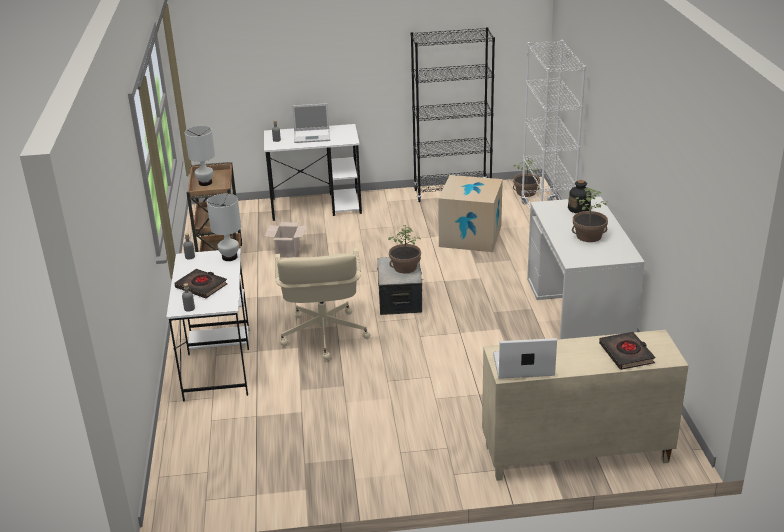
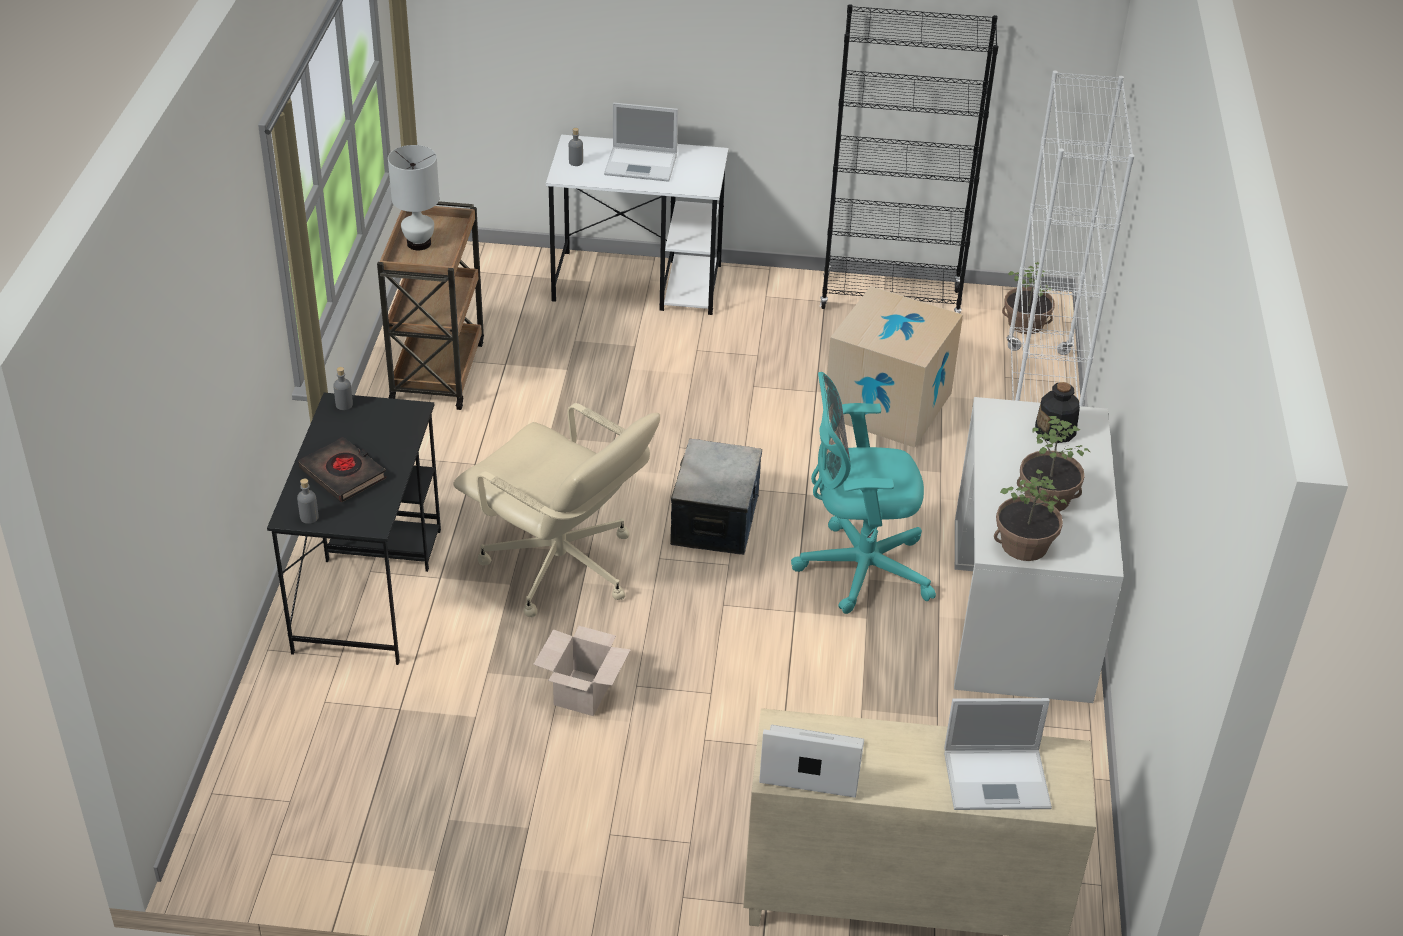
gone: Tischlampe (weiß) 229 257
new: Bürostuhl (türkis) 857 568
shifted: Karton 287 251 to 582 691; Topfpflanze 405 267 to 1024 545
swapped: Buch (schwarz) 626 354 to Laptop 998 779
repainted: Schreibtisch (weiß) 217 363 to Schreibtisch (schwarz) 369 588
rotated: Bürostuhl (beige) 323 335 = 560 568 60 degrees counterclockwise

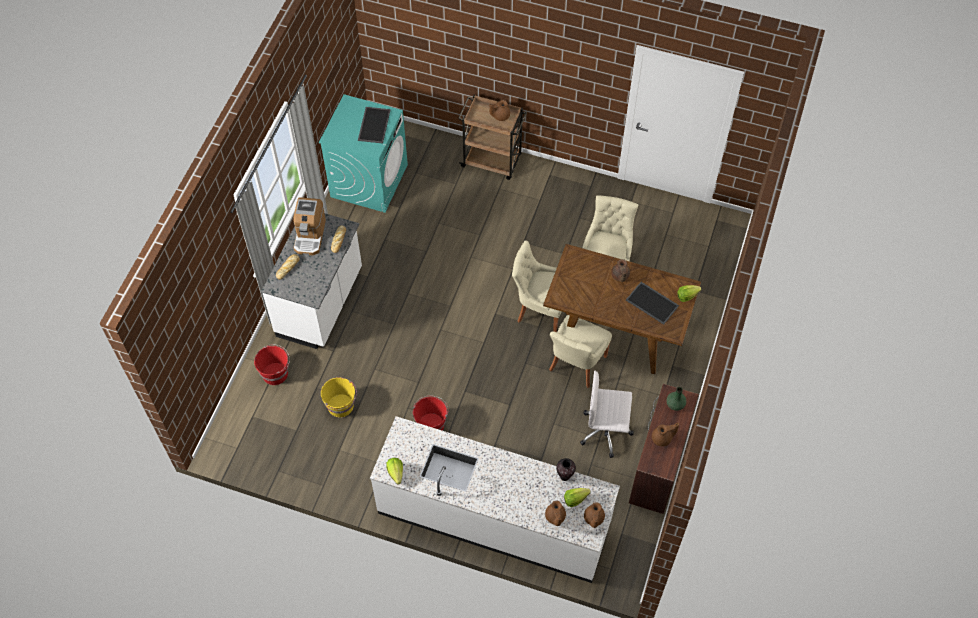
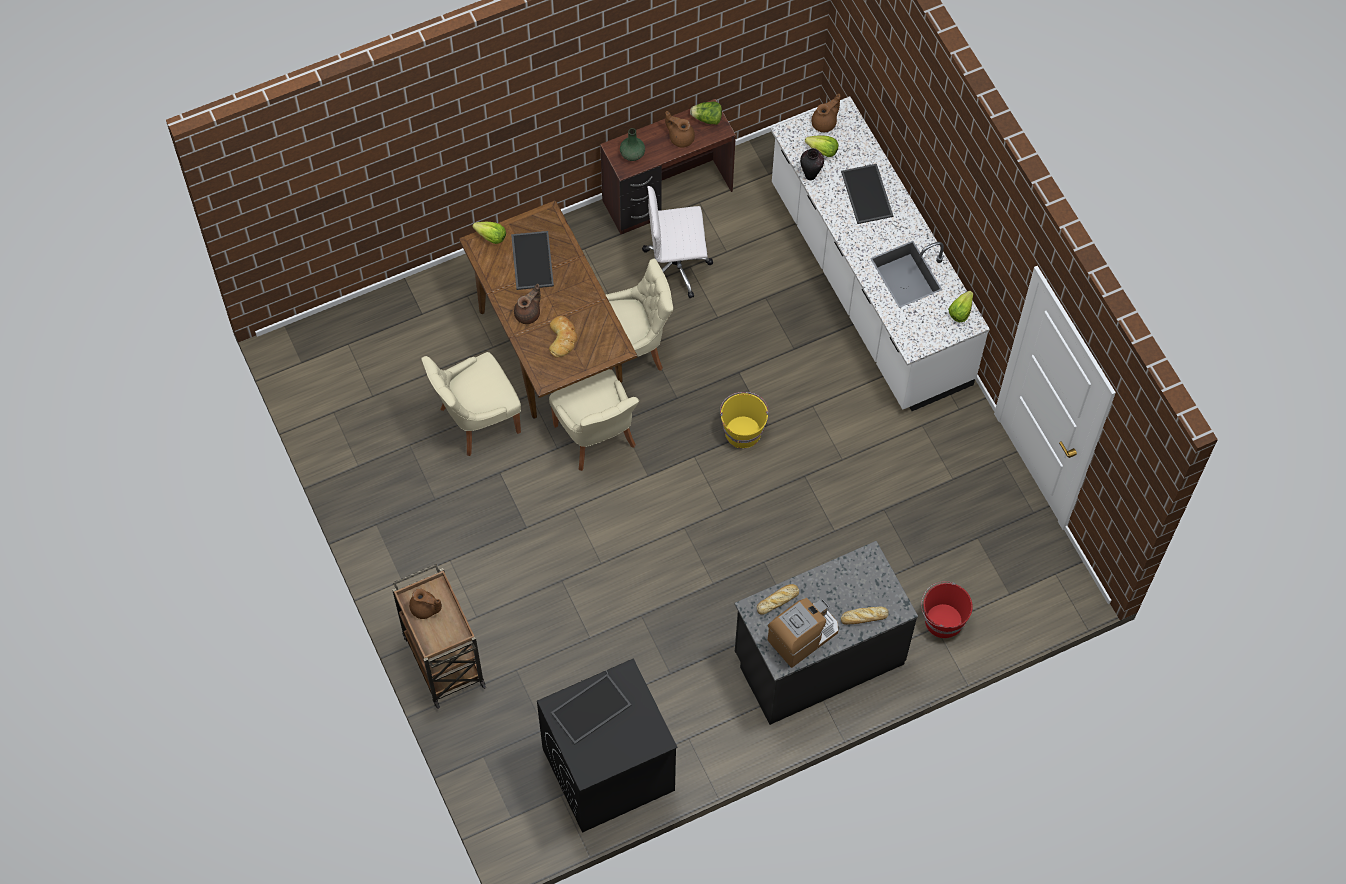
gone: Eimer (rot) 431 424; Teekanne (braun) 555 517
new: Brot 563 338; Salatkopf 707 119; Tablett 868 194
shifted: Eimer (gelb) 341 405 to 742 431
repainted: Küchenzeile (weiß) 321 303 to Küchenzeile (schwarz) 818 658; Waschmaschine (türkis) 369 180 to Waschmaschine (schwarz) 607 770
rotated: Bürostuhl (weiß) 606 431 = 677 266 120 degrees clockwise

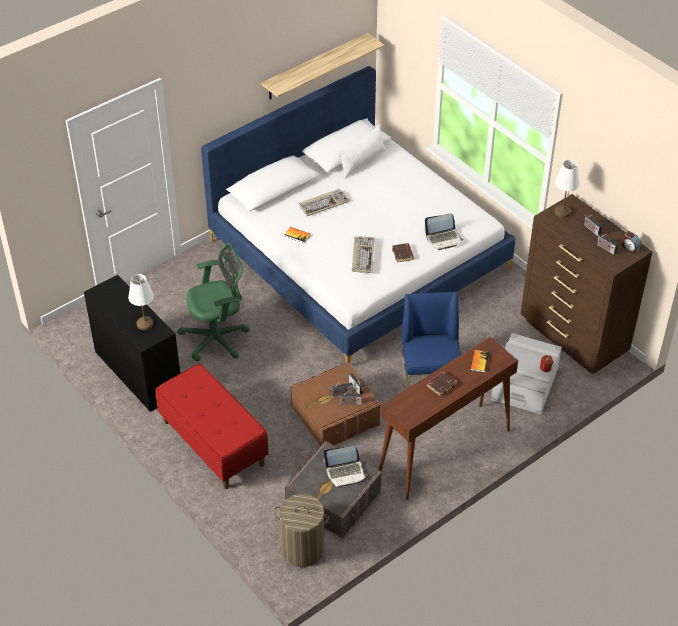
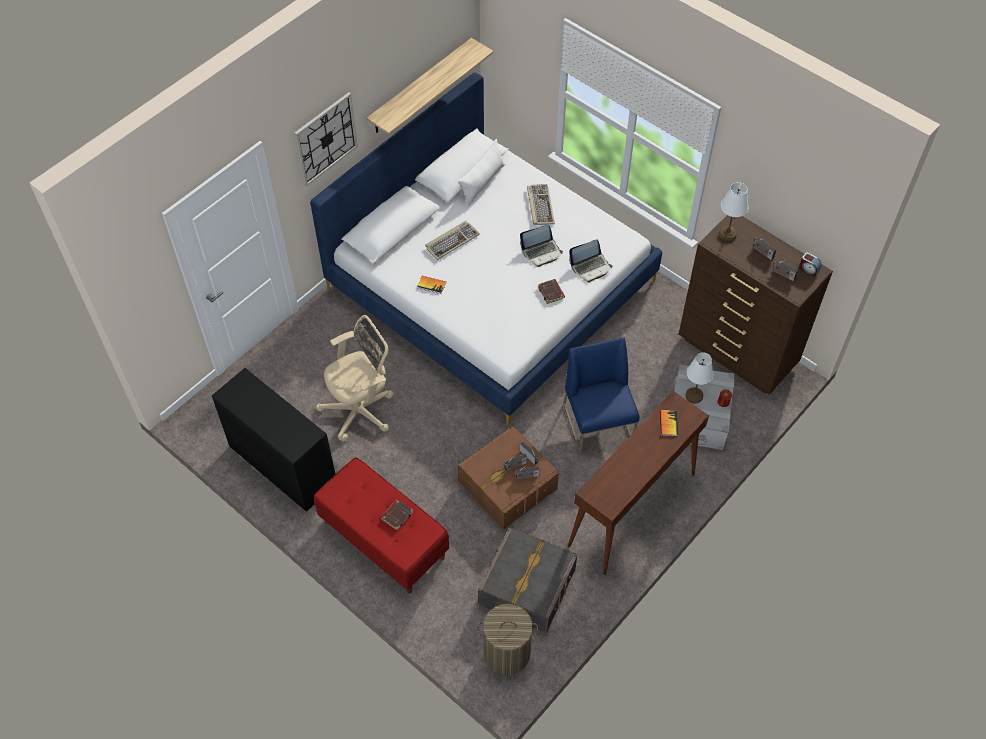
new: Wanduhr 326 139
shifted: Tischlampe (weiß) 145 324 to 694 396; Laptop 345 473 to 541 252; Tastatur 362 256 to 540 206; Buch (braun) 441 384 to 397 515
repainted: Bürostuhl (grün) 218 339 to Bürostuhl (beige) 361 410

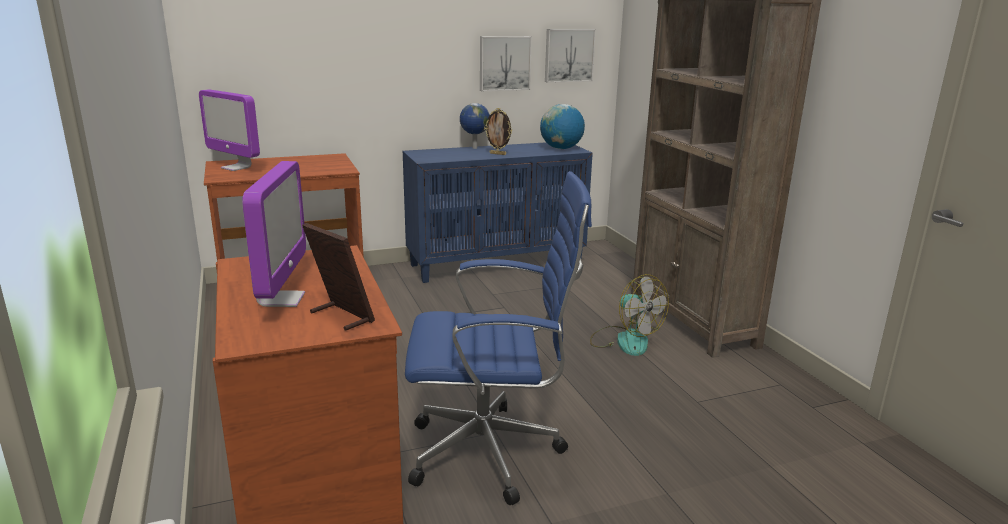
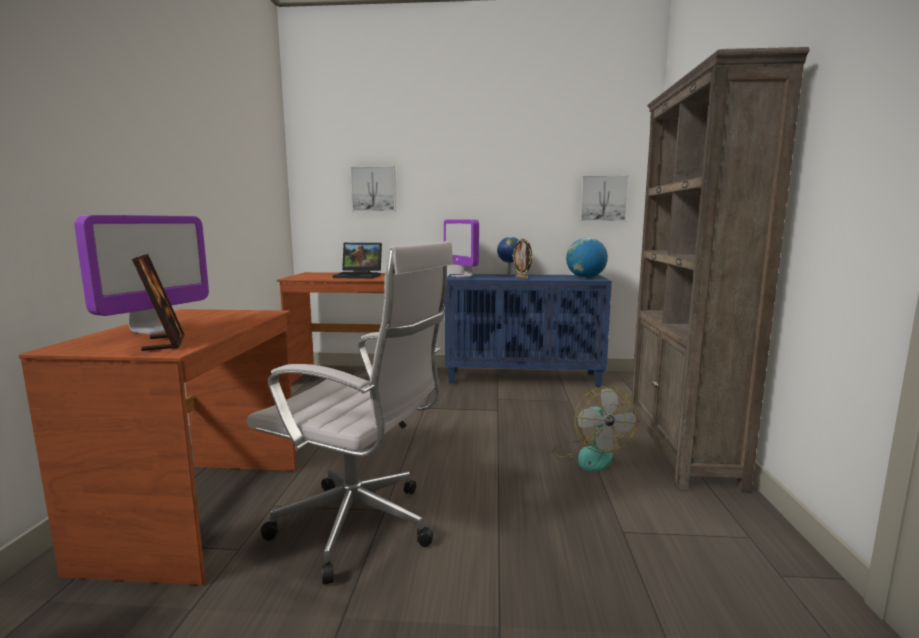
new: Laptop 360 276
shifted: Monitor 236 167 to 461 276; Bild 504 63 to 374 189
repainted: Bürostuhl (blau) 492 452 to Bürostuhl (weiß) 361 528

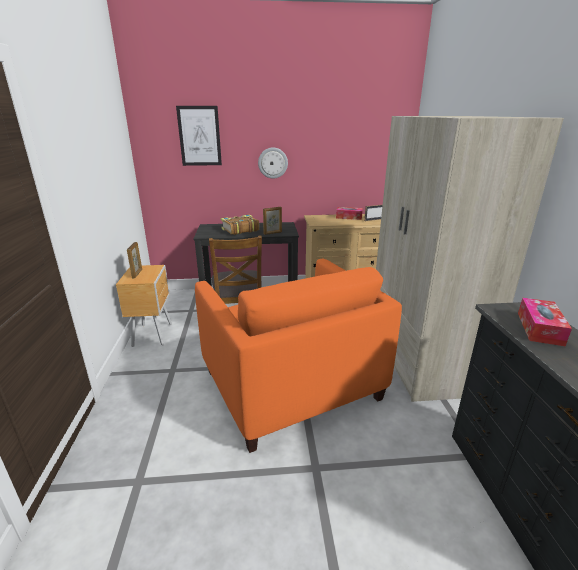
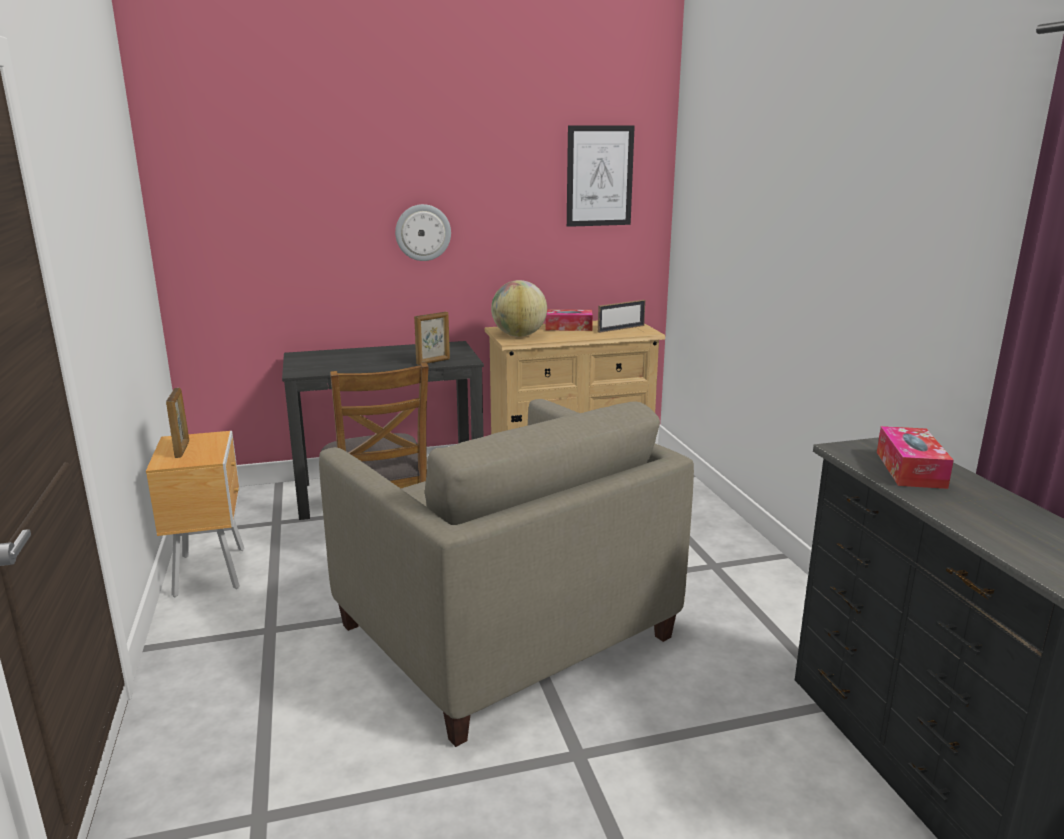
gone: Buch 240 230; Kleiderschrank (beige) 419 358
new: Globus 519 335
shifted: Bild 199 136 to 599 176
repainted: Sessel (orange) 290 384 to Sessel (beige) 504 631

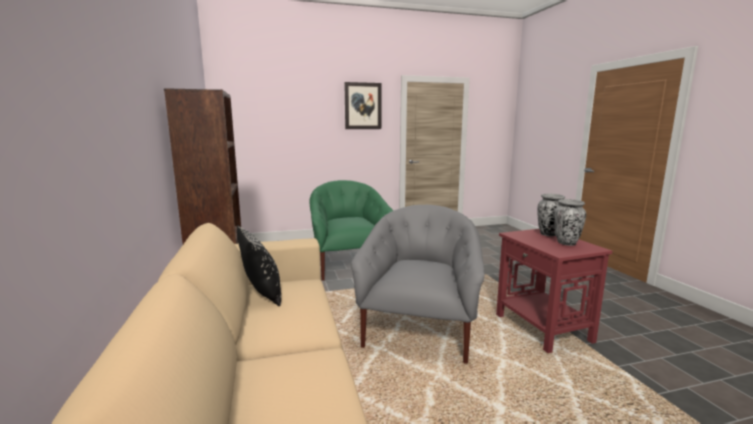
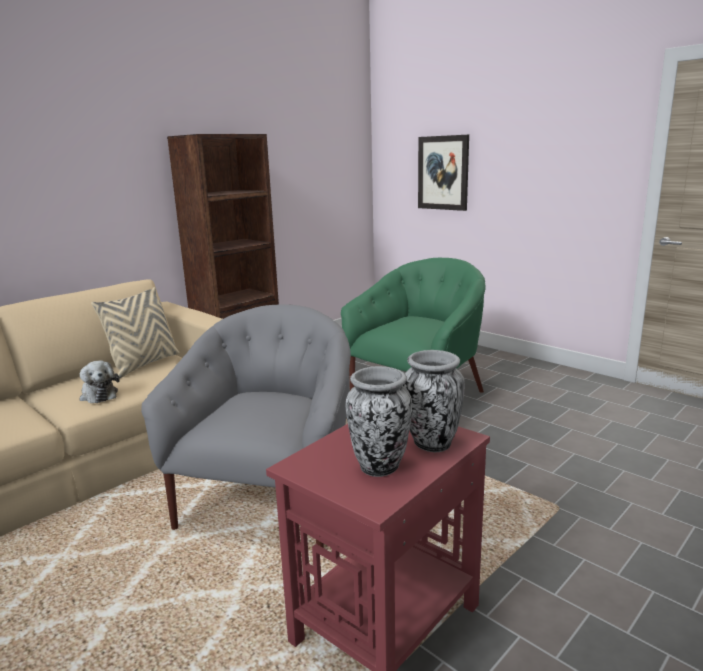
new: Plüschtier 98 395
shifted: Bild 363 106 to 443 173
repainted: Kissen (schwarz) 262 294 to Kissen (beige) 144 364
rotated: Sessel (grau) 419 331 = 271 499 60 degrees counterclockwise

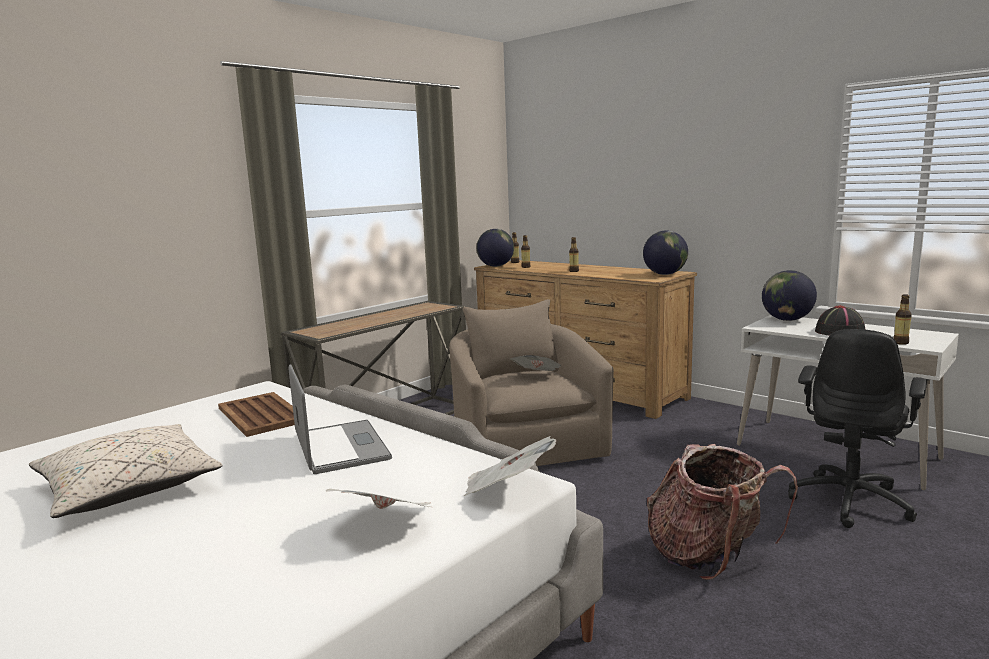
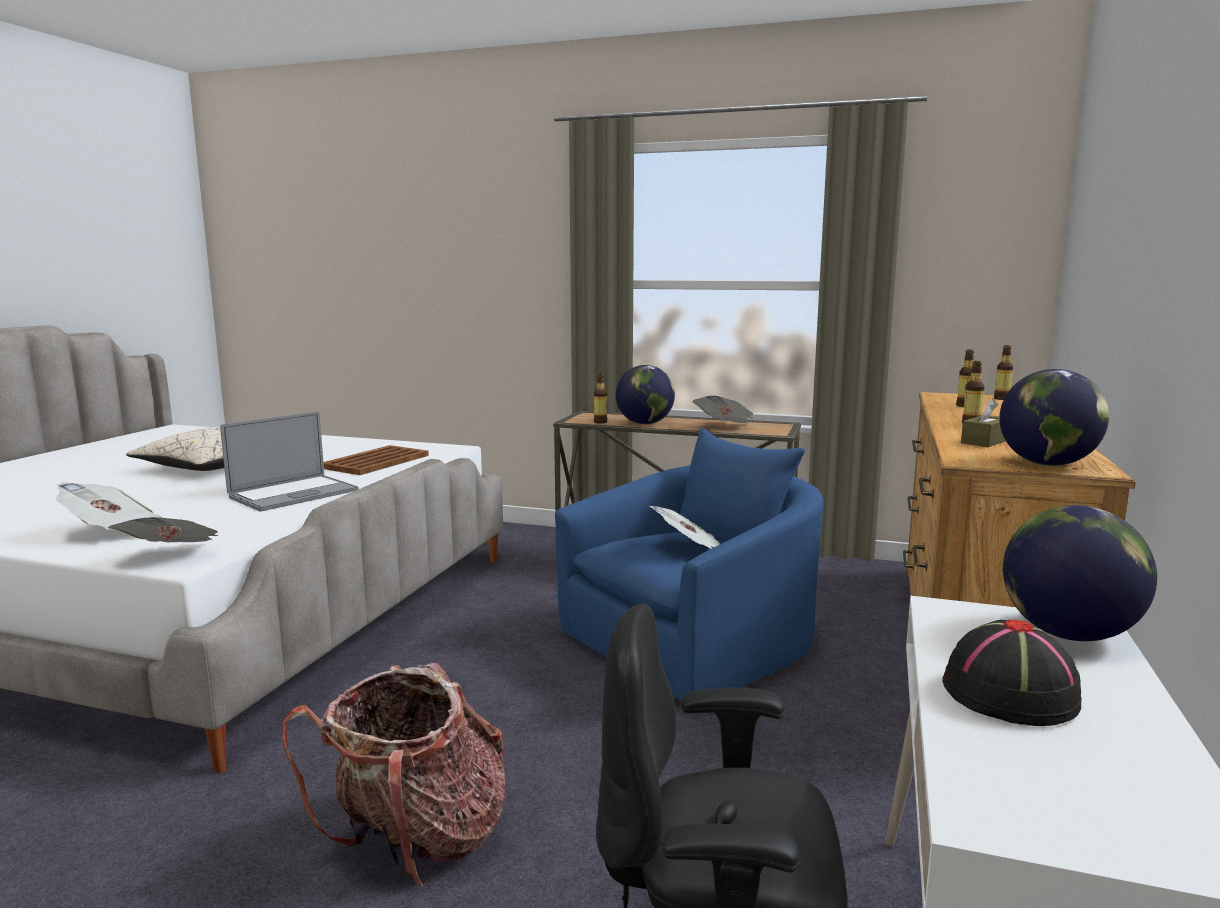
new: Zeitung 725 427; Taschentuchbox (braun) 985 441
shifted: Globus 496 266 to 645 423; Flasche 900 343 to 600 422
repainted: Sessel (beige) 525 443 to Sessel (blau) 696 645

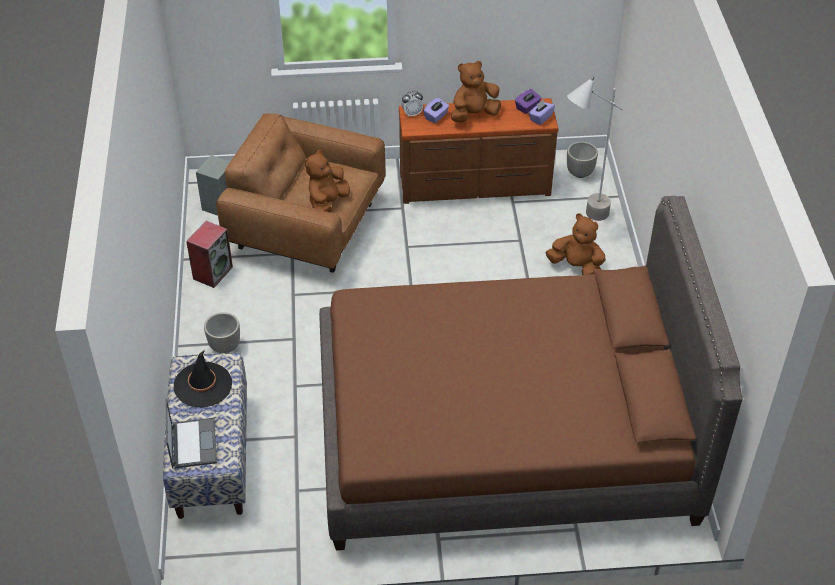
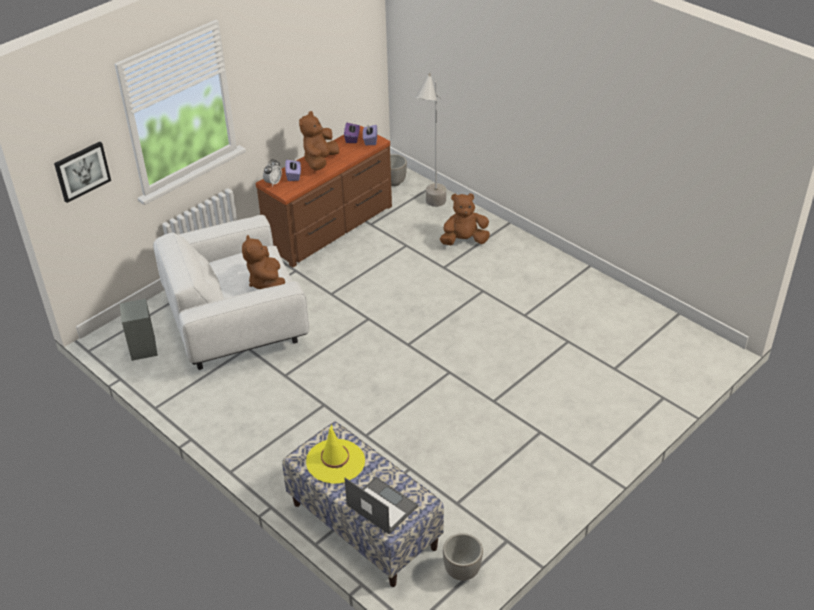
gone: Lautsprecher 212 272; Bett (braun) 503 434
new: Bild 82 171
shifted: Pflanzkübel 224 346 to 461 571
repainted: Hut (schwarz) 203 385 to Hut (gelb) 335 461; Sessel (braun) 306 226 to Sessel (weiß) 236 323

